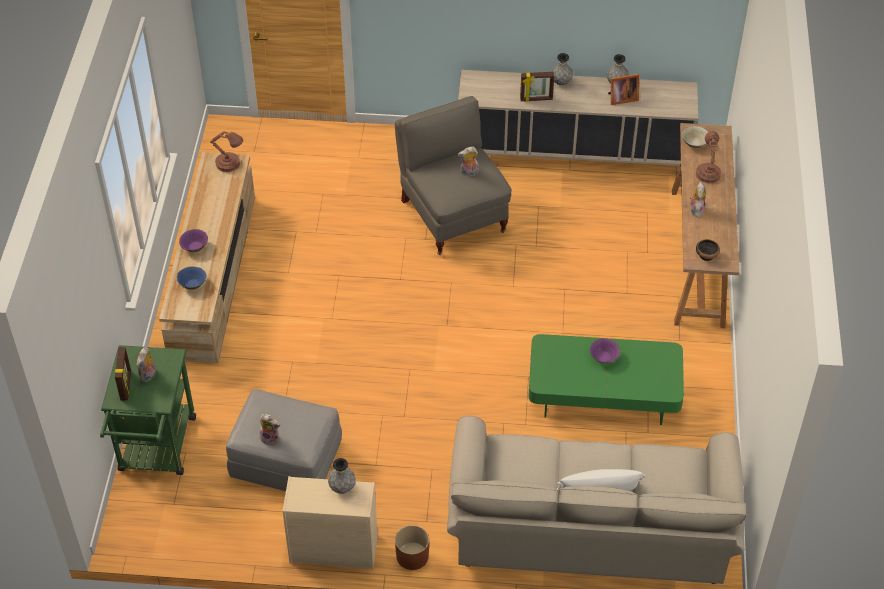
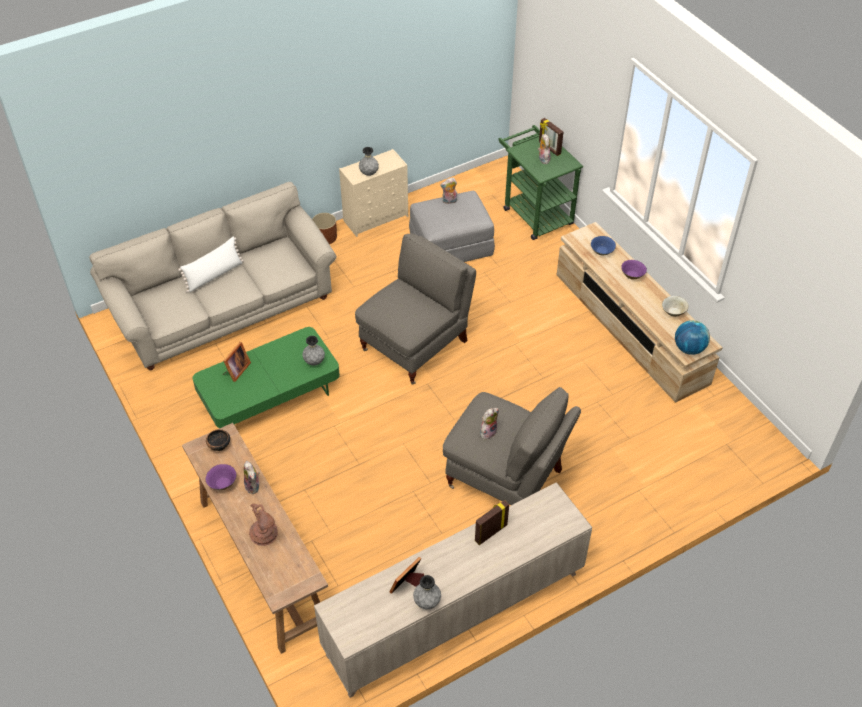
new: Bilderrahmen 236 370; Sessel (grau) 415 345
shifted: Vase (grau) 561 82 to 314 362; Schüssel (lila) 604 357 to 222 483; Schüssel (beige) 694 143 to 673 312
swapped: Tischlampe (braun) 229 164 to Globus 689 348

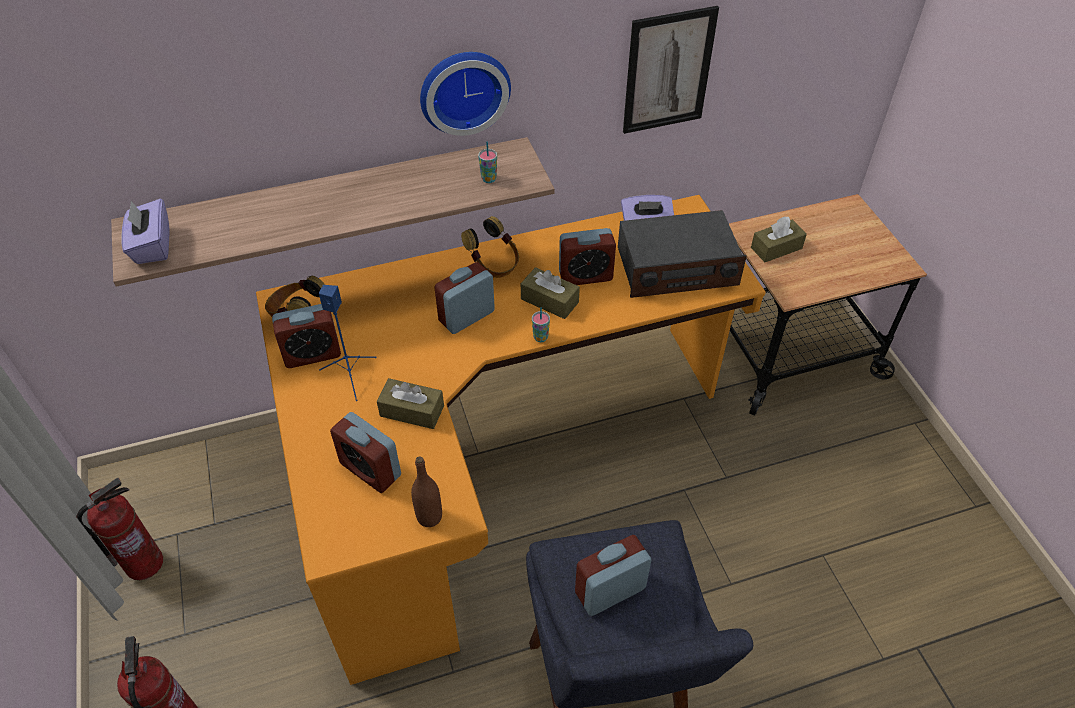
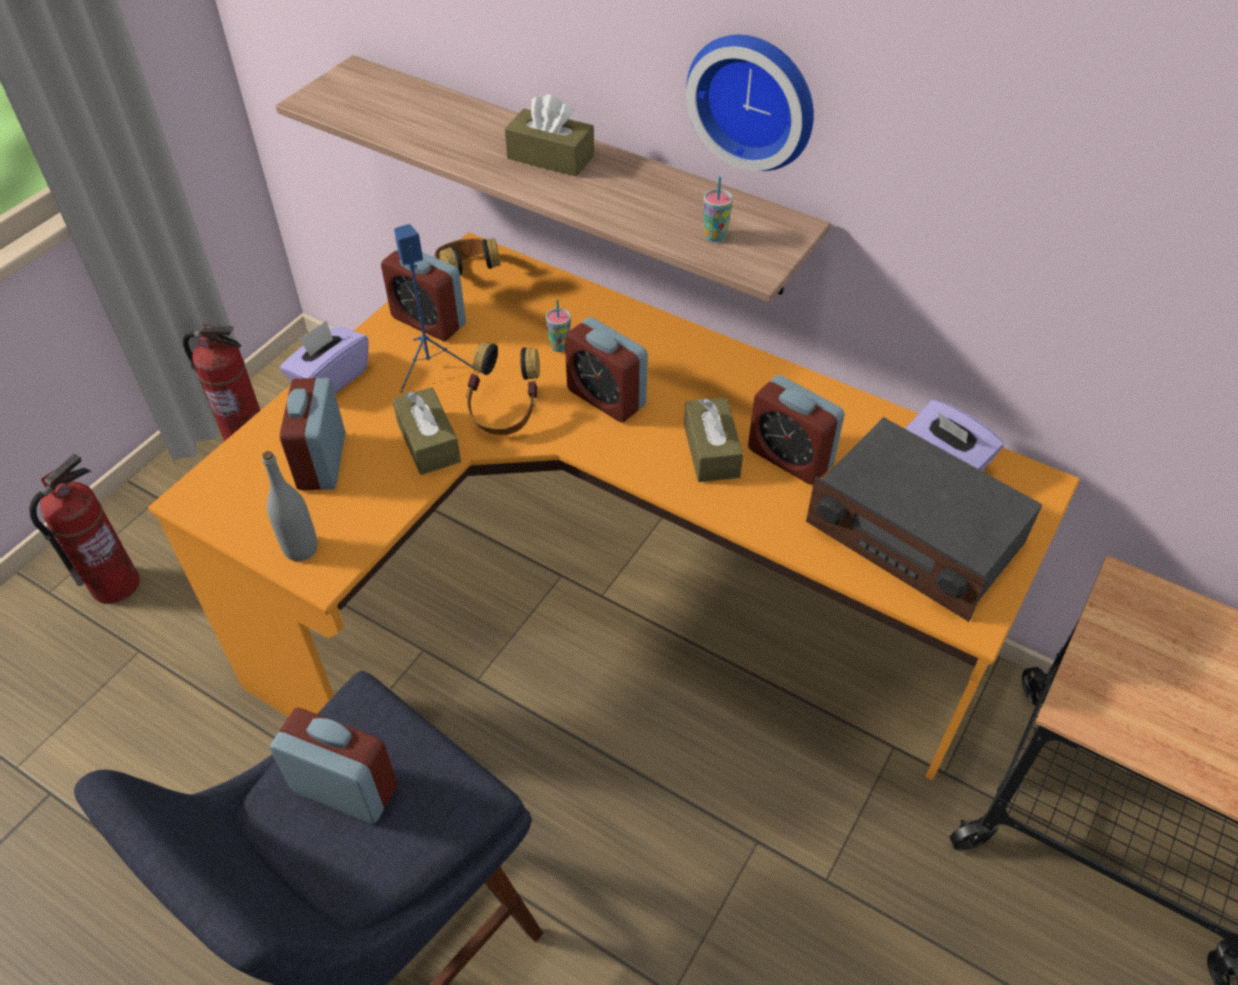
gone: Bild 668 71
shifted: Taschentuchbox (lila) 152 246 to 330 379; Kopfhörer 493 264 to 504 412; Tasse 540 337 to 559 346; Taschentuchbox (braun) 776 248 to 550 157
repainted: Flasche (braun) 429 517 to Flasche (grau) 301 549
rotated: Wecker 466 316 = 606 398 150 degrees counterclockwise

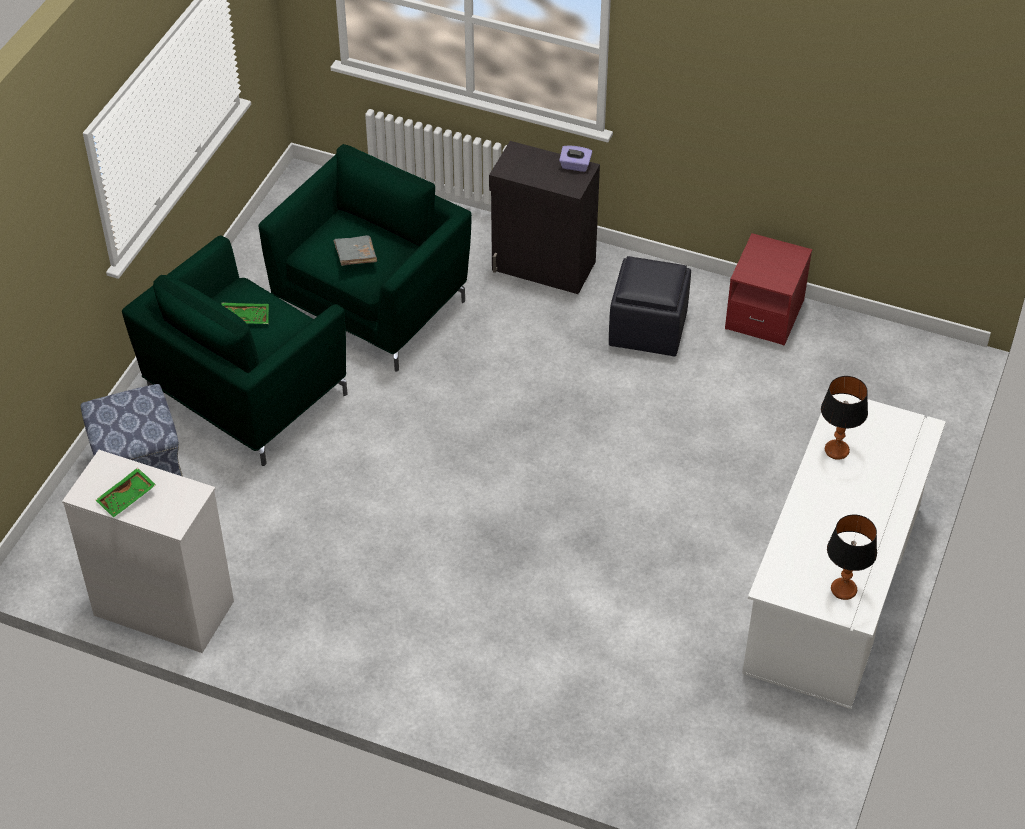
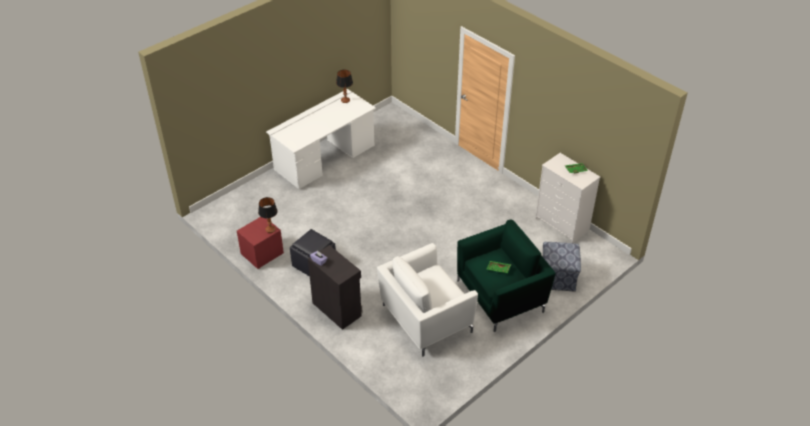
gone: Buch (grau) 355 257
shifted: Tischlampe 837 450 to 270 229
repainted: Sessel (grün) 372 303 to Sessel (weiß) 425 318

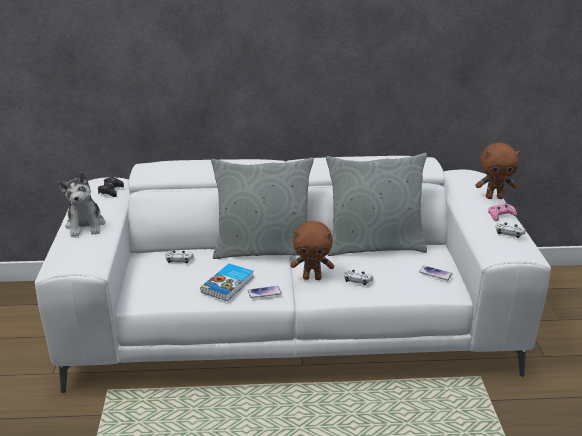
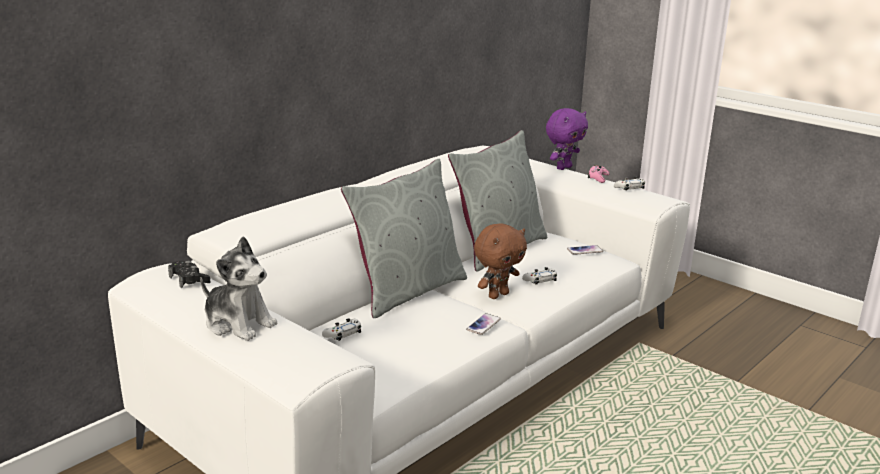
gone: Buch 229 284
repainted: Plüschtier (braun) 494 197 to Plüschtier (lila) 563 168

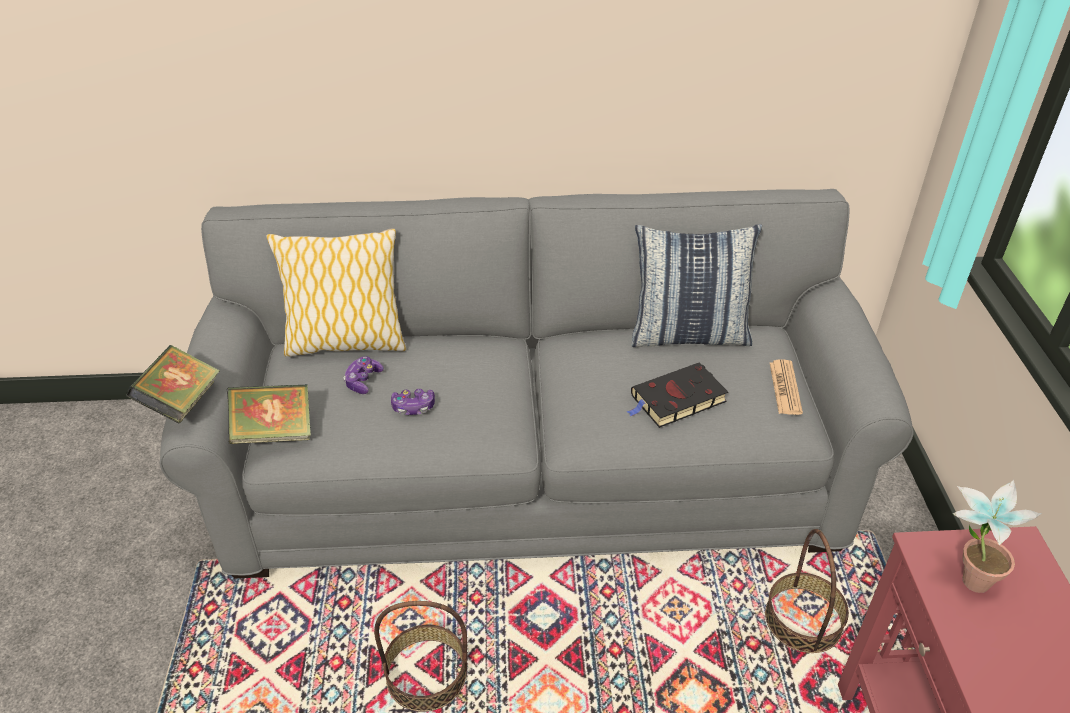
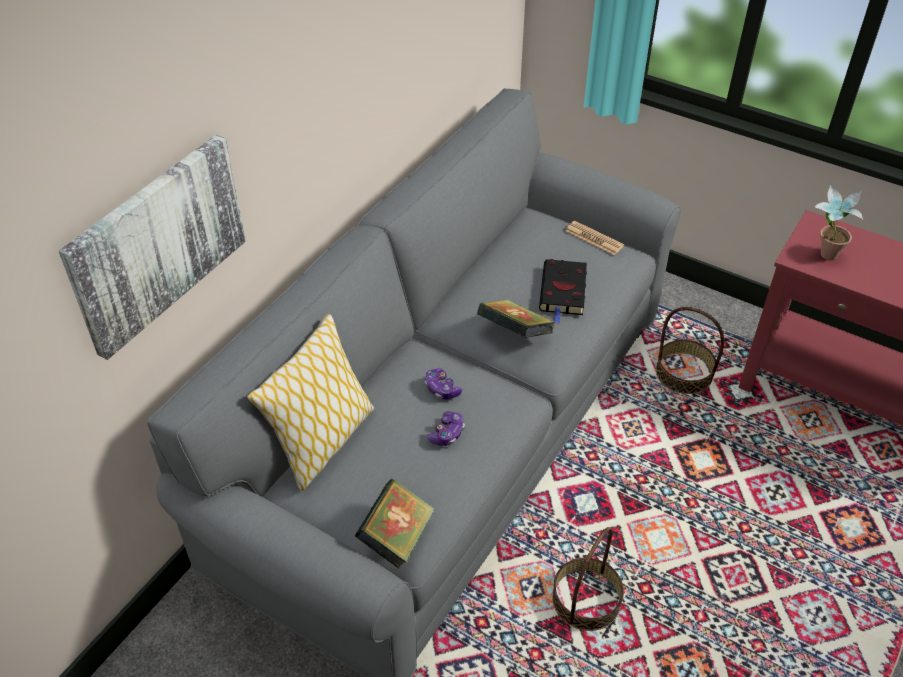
gone: Kissen 688 335
new: Bild 157 243
shifted: Buch 181 403 to 515 333; Gamepad 363 381 to 441 389

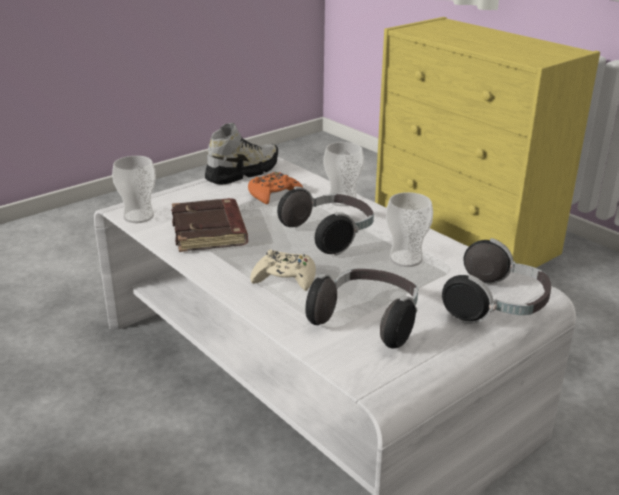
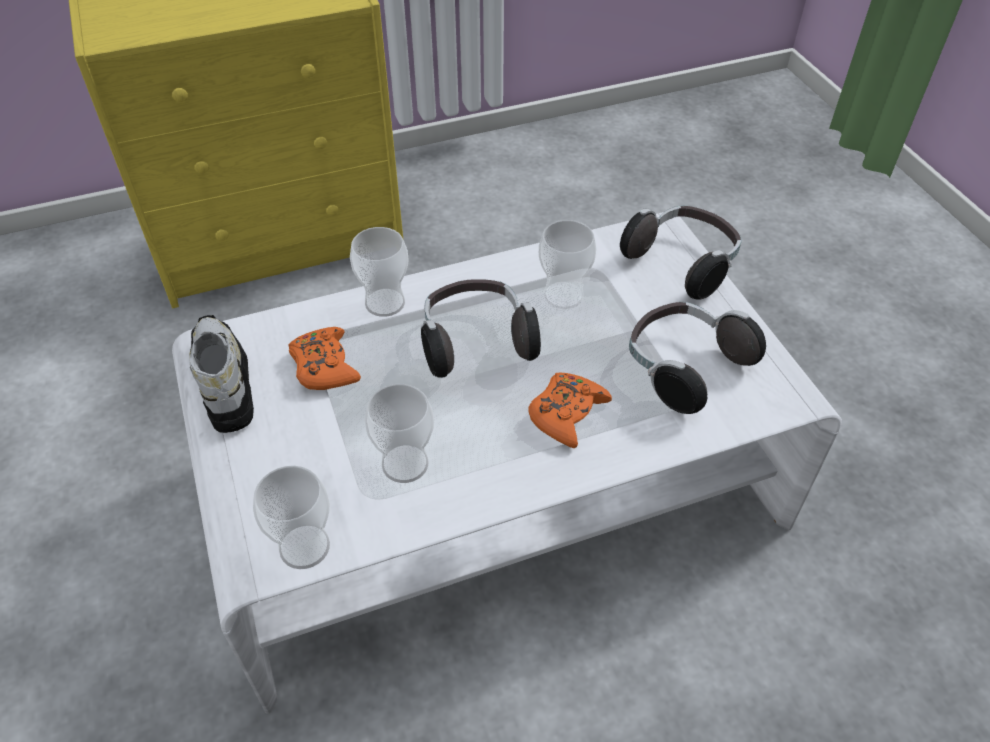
swapped: Buch (braun) 210 232 to Tasse 405 464
repainted: Gamepad (beige) 285 278 to Gamepad (orange) 567 414

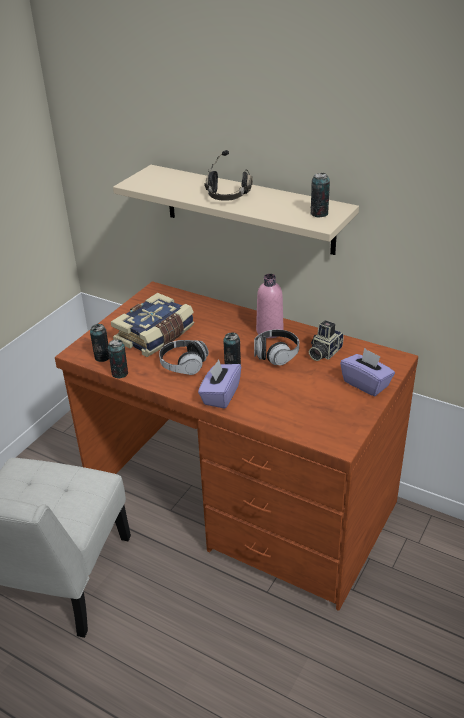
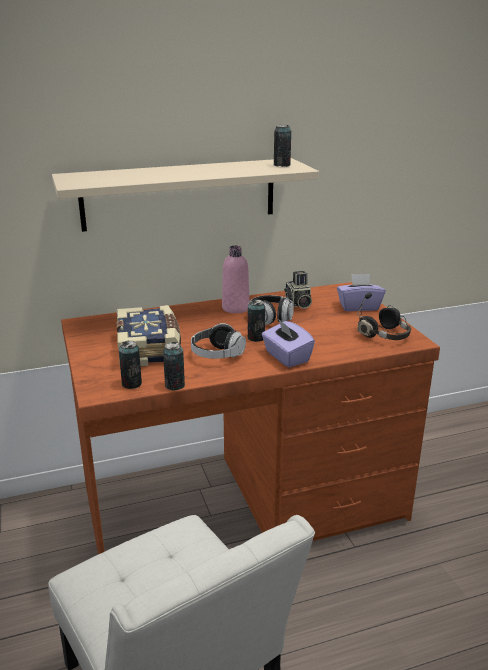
shifted: Kopfhörer (schwarz) 227 196 to 385 336

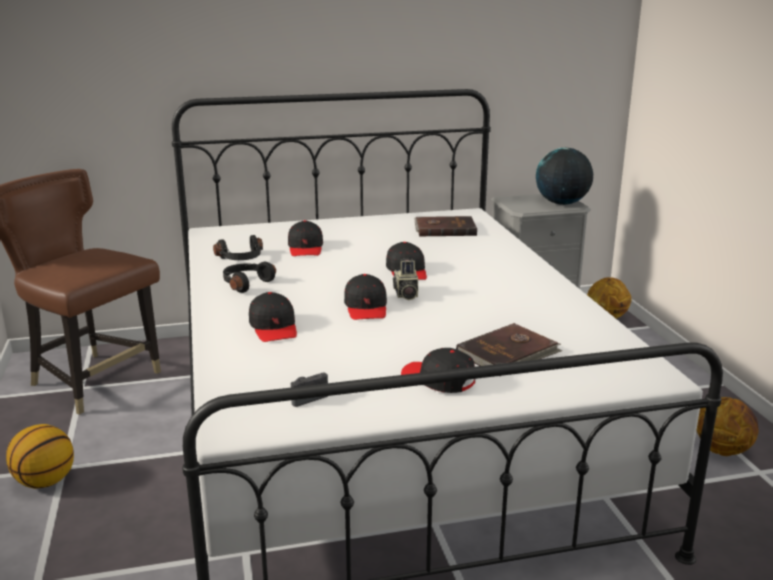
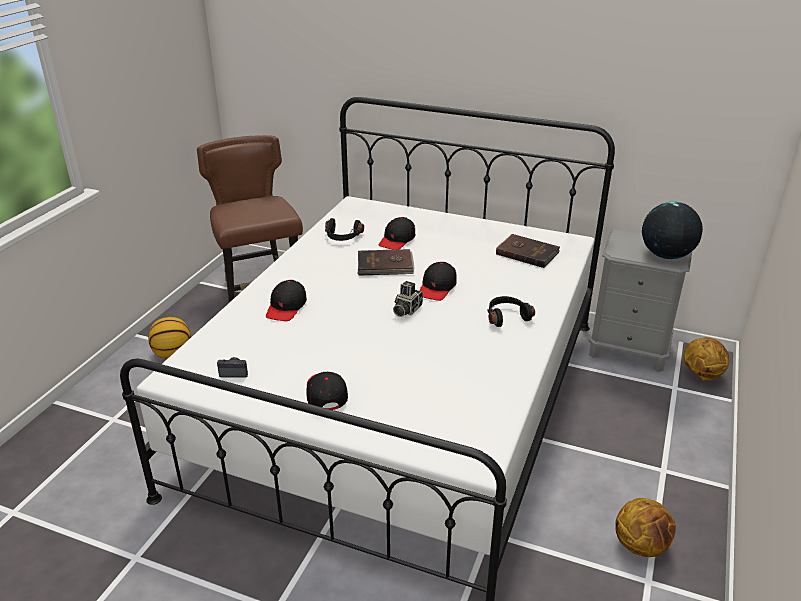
gone: Kappe (schwarz) 366 307
shifted: Kopfhörer (schwarz) 245 283 to 506 316; Buch (braun) 508 353 to 385 265

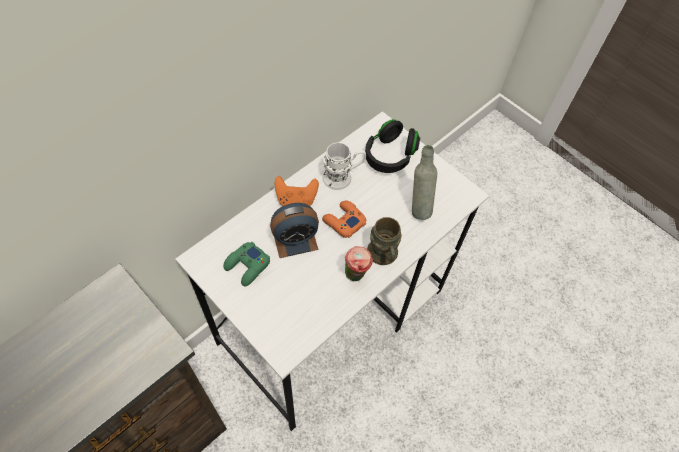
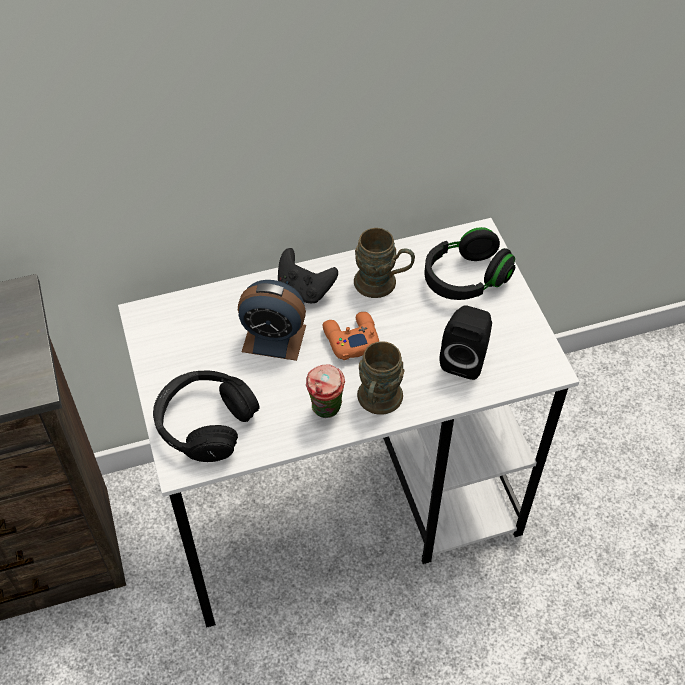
gone: Gamepad (grün) 247 266
new: Kopfhörer (schwarz) 205 423
swapped: Flasche (grau) 418 207 to Lautsprecher (schwarz) 465 358
repainted: Gamepad (orange) 296 200 to Gamepad (schwarz) 304 290; Henkelbecher (weiß) 342 177 to Henkelbecher (braun) 383 284

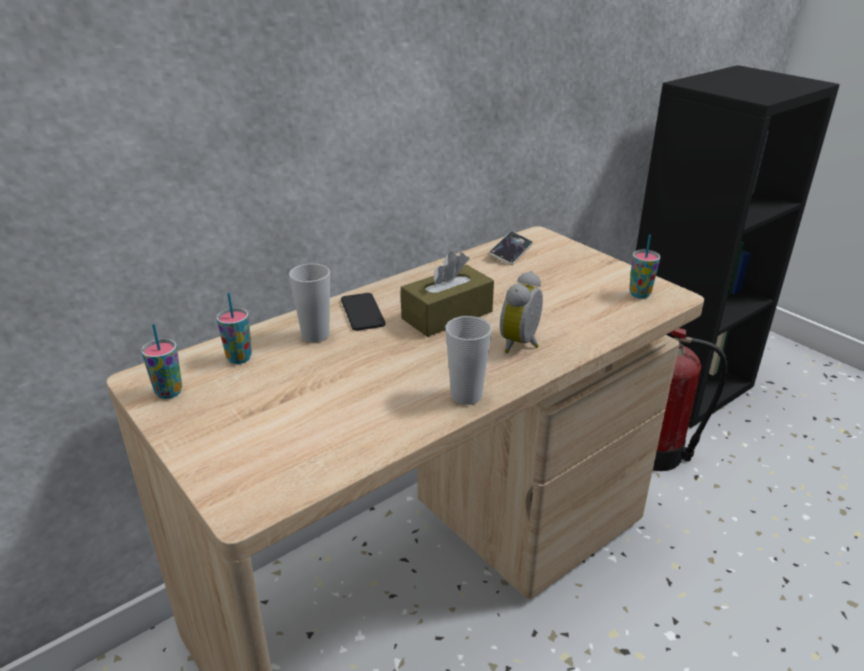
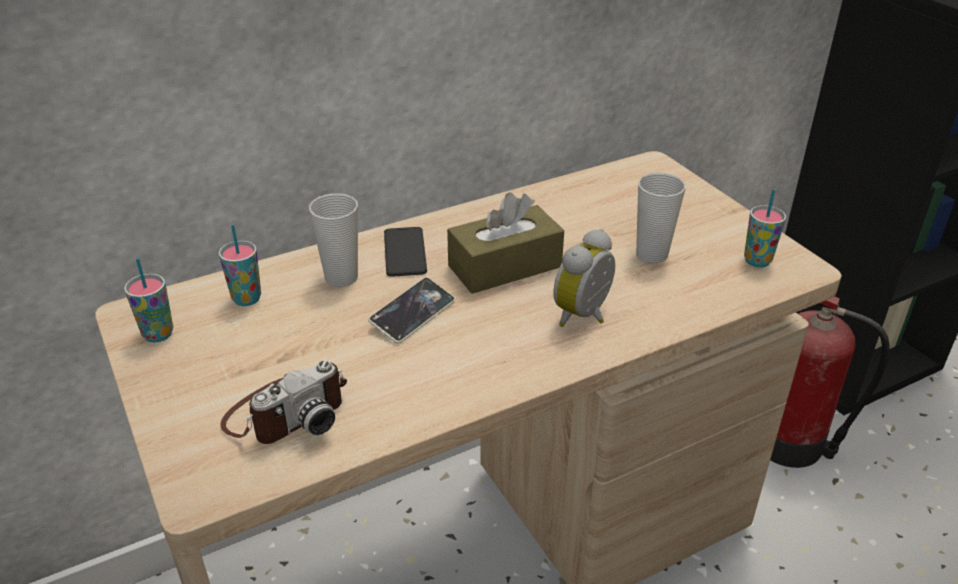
new: Kamera 286 413
shifted: Tasse 466 396 to 651 255; Handy 511 251 to 413 314

